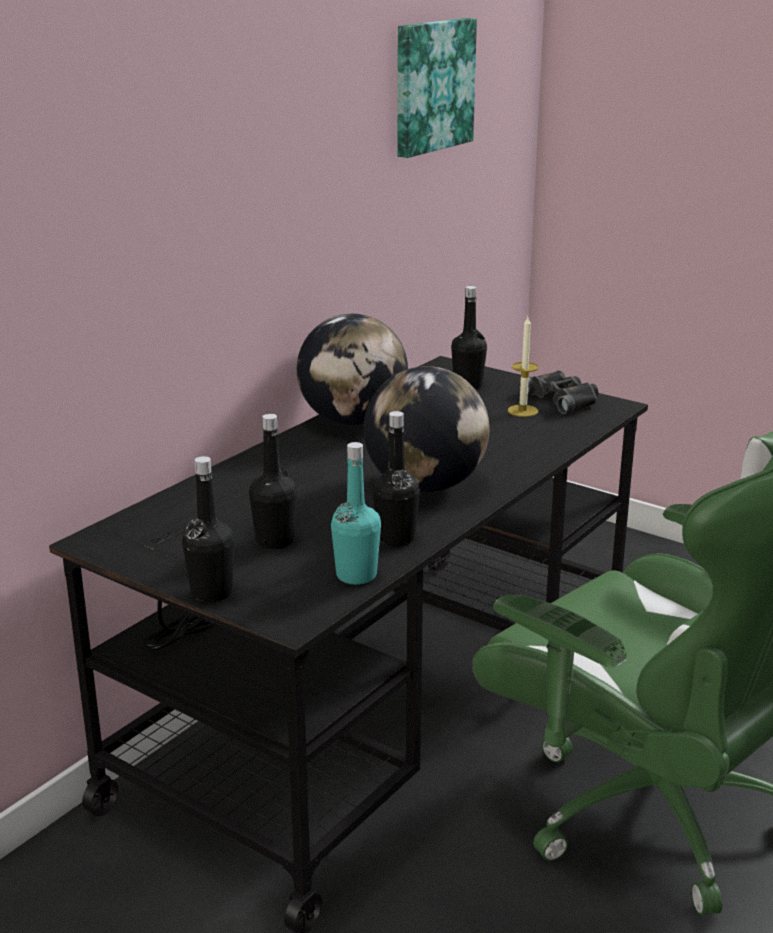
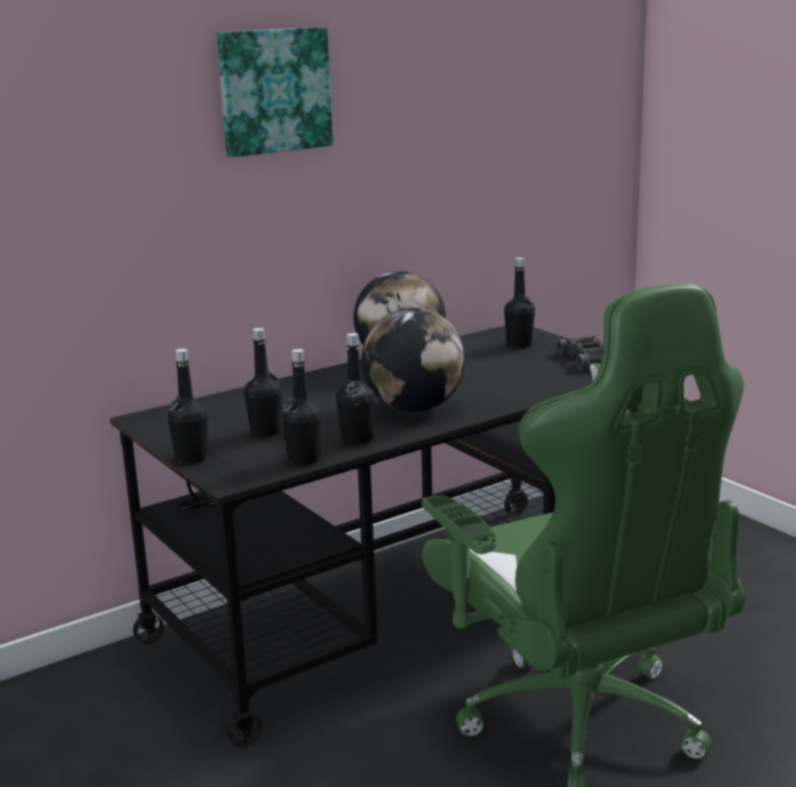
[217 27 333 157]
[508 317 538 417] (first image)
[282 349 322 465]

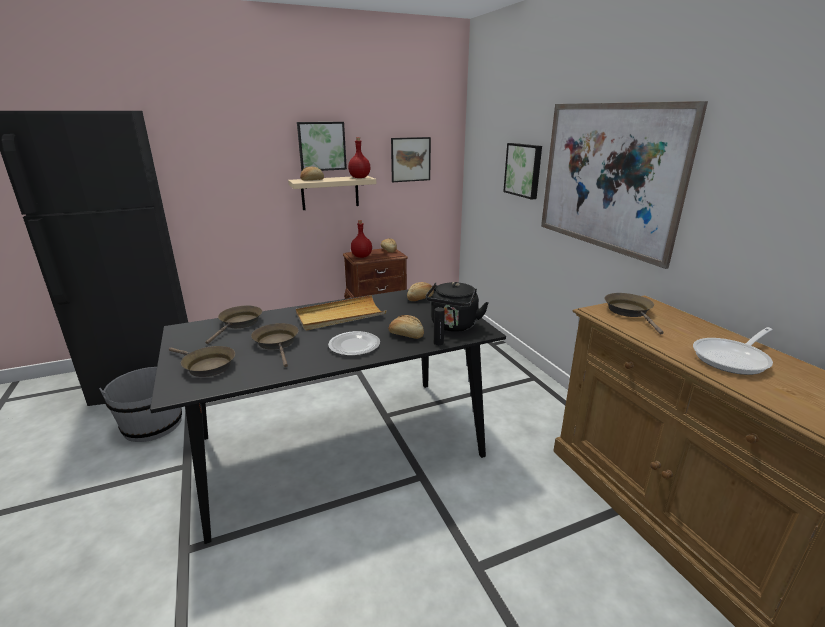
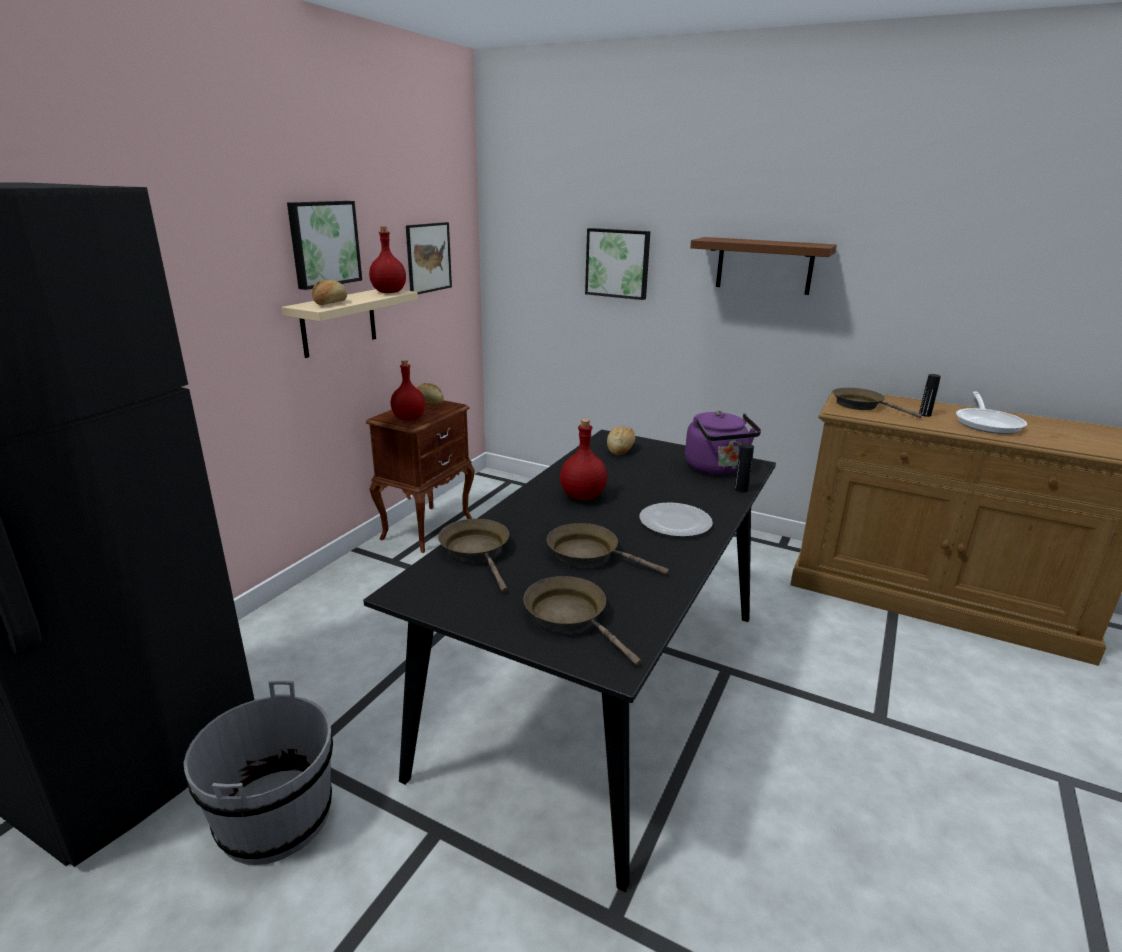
[690 237 837 295]
[685 411 761 475]
[560 419 607 501]
[389 315 424 339] (first image)
[523 576 641 666]
[919 374 941 417]

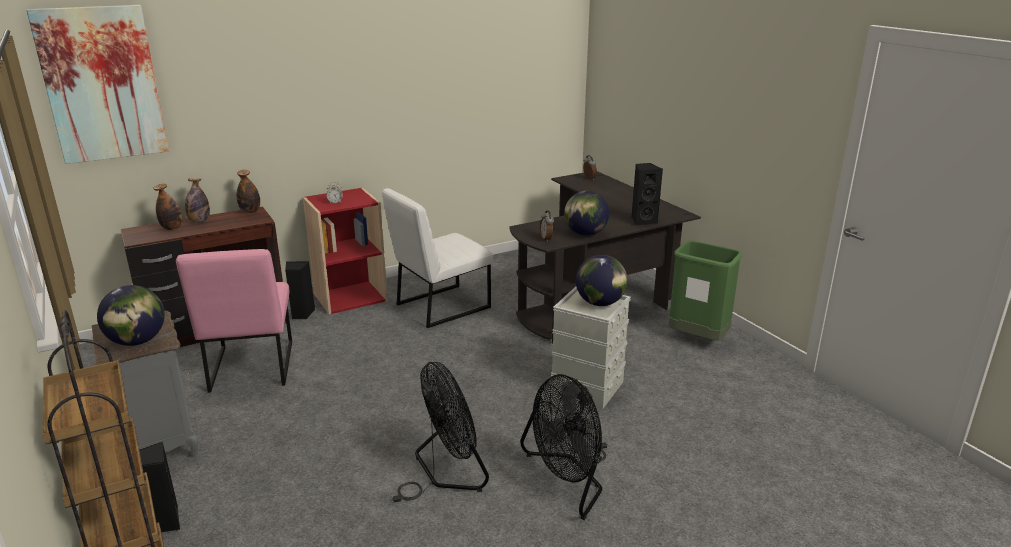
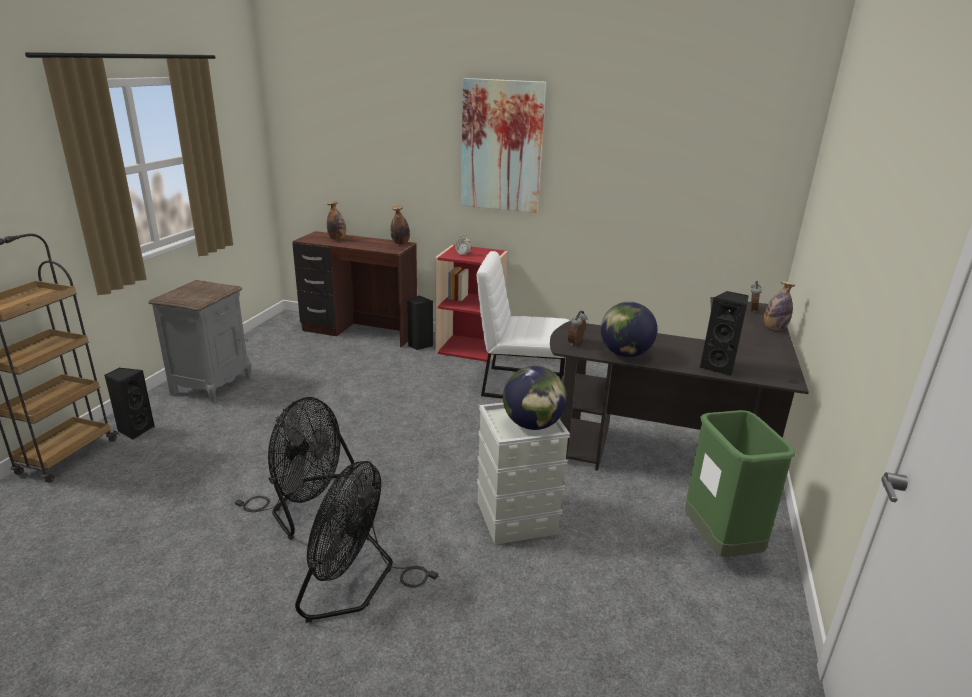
[461 78 546 213]
[764 281 795 330]
[176 249 292 393] (first image)
[97 285 165 346] (first image)

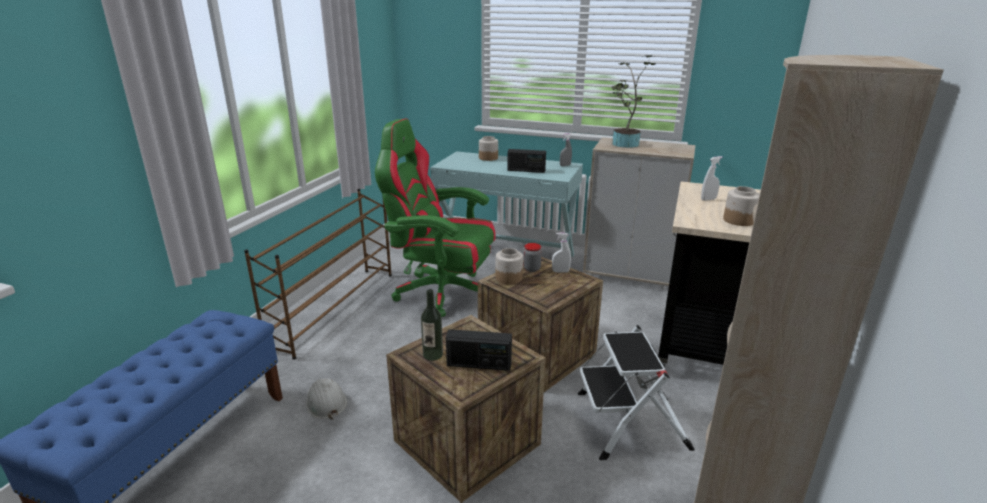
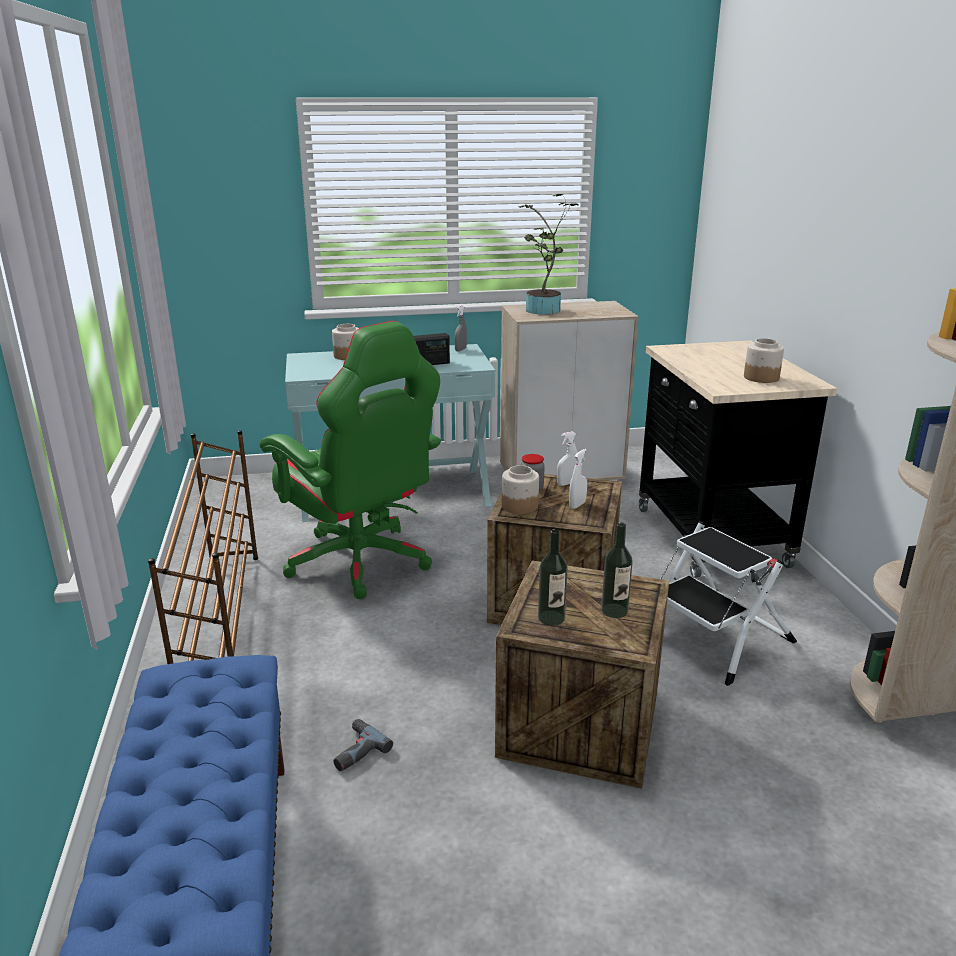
[259 321 441 599]
[569 449 587 509]
[601 523 633 618]
[334 719 393 771]

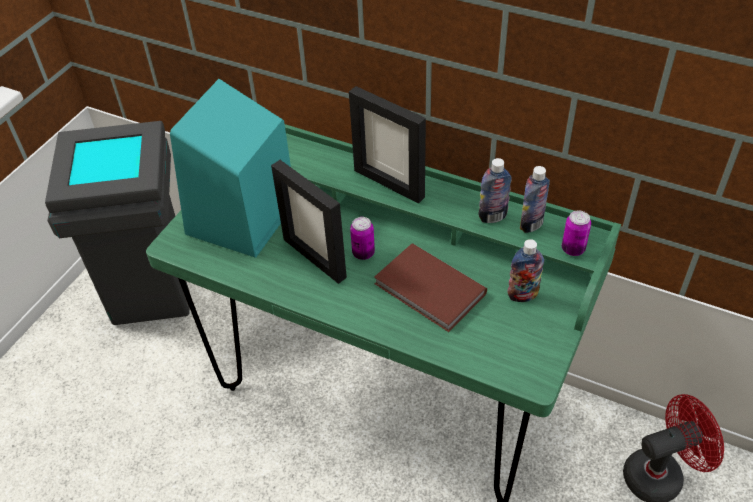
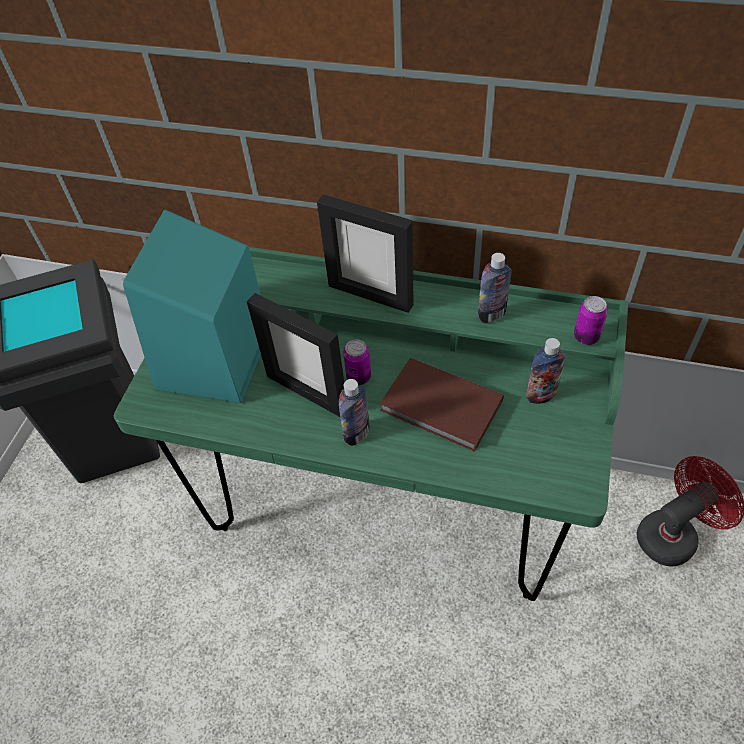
[339 379 370 446]

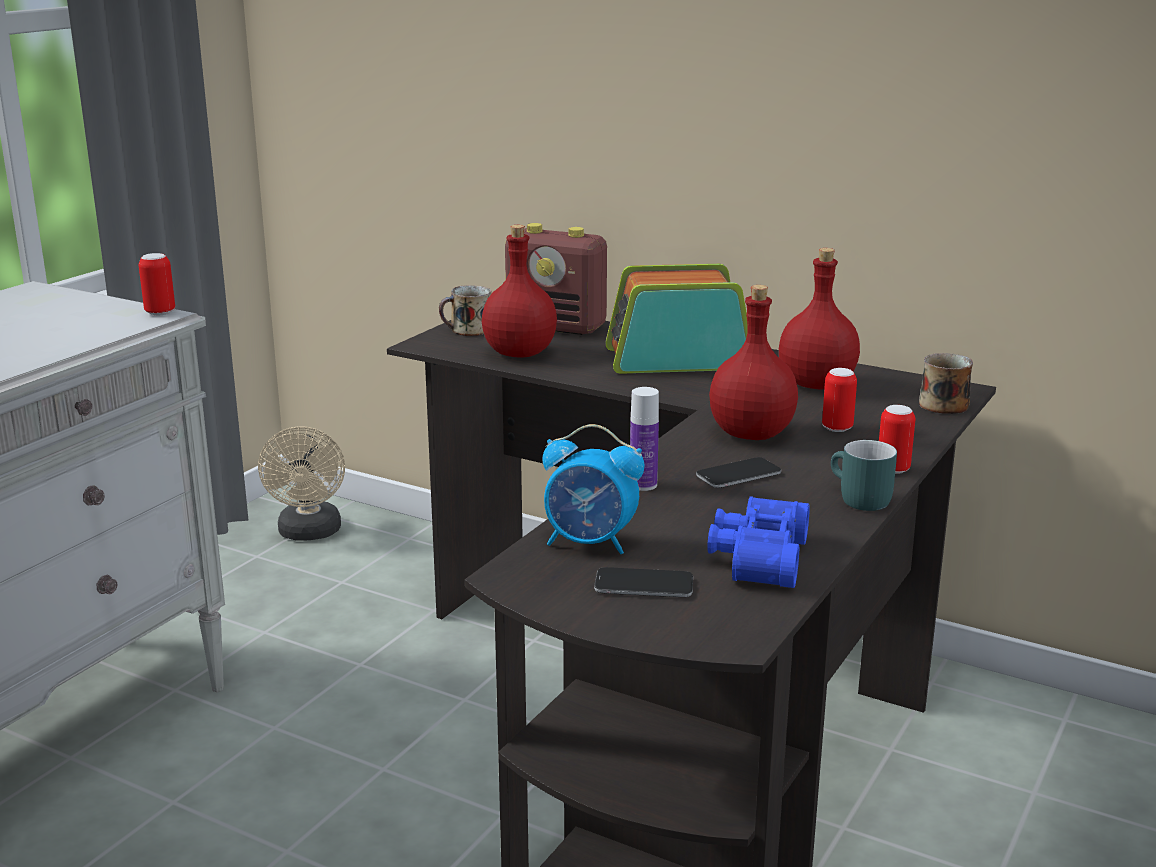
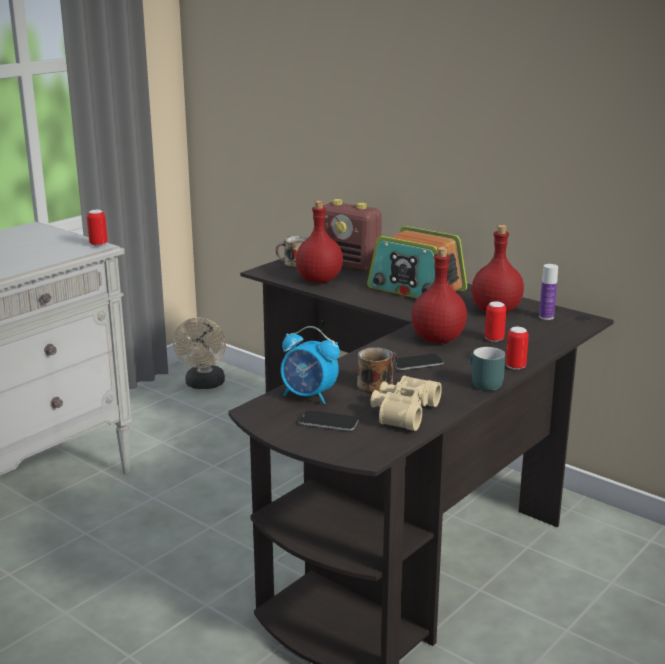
[367 226 467 298]
[357 347 397 393]
[539 264 558 320]
[370 376 442 431]

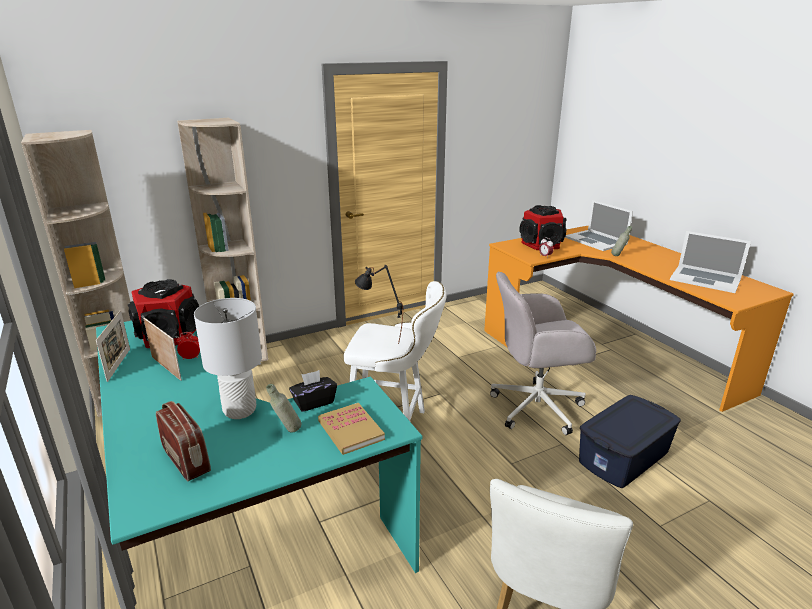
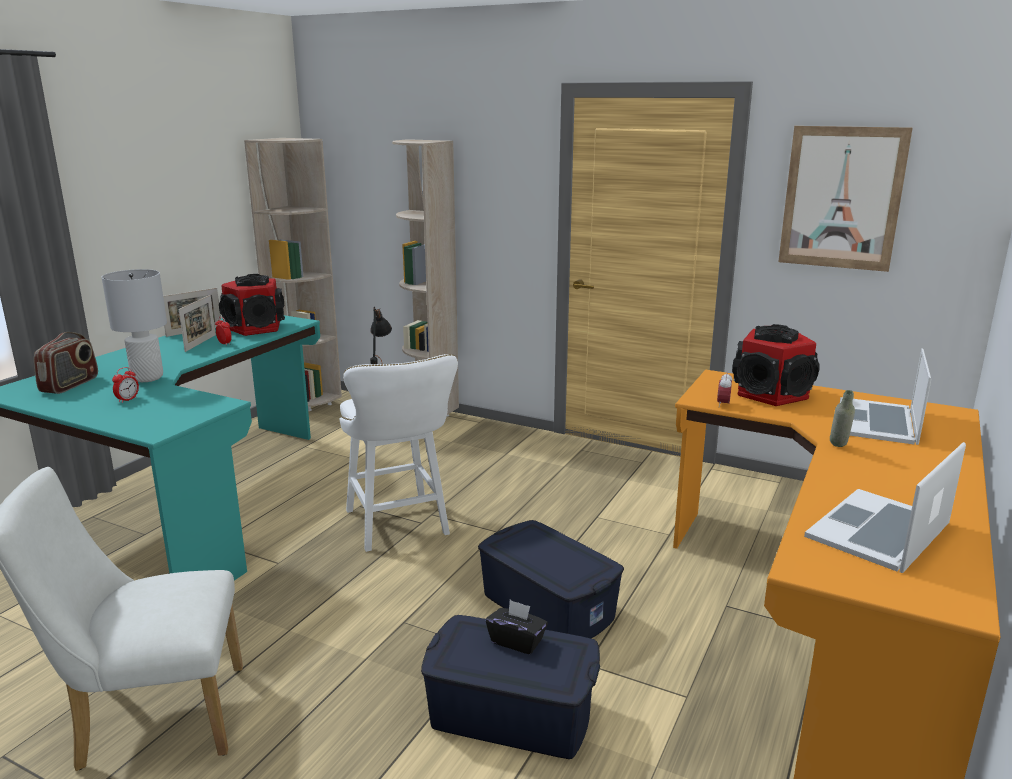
[804 442 966 573]
[478 520 624 638]
[486 600 548 654]
[112 367 139 403]
[318 403 385 455] (first image)
[778 126 913 272]

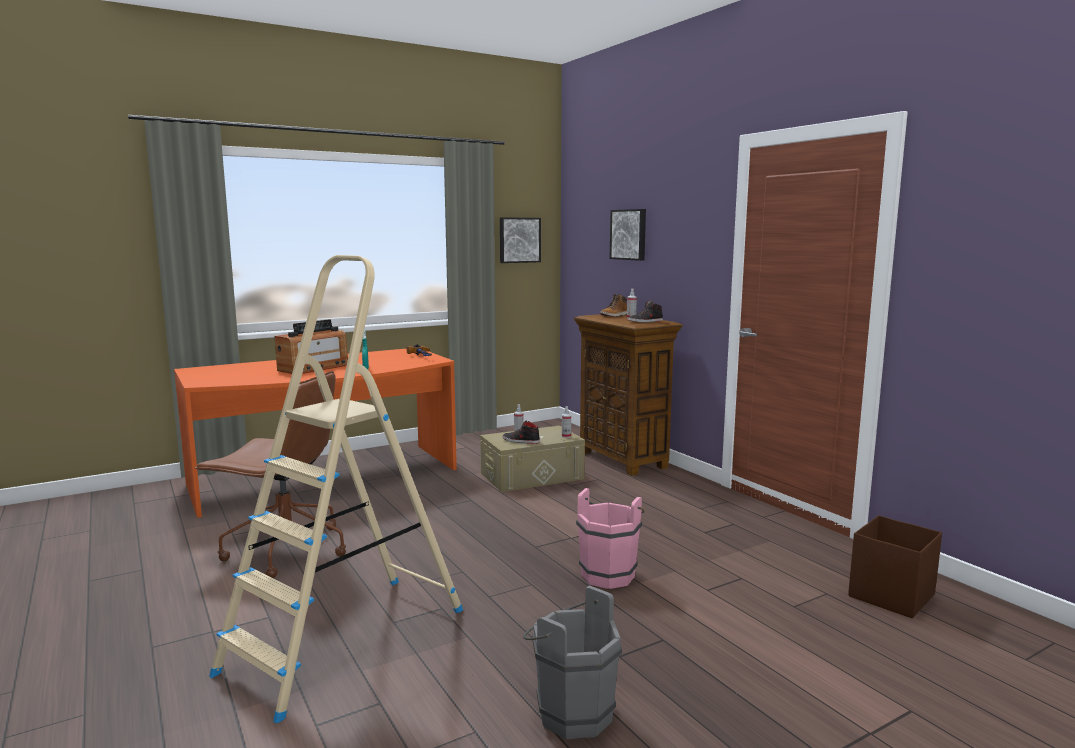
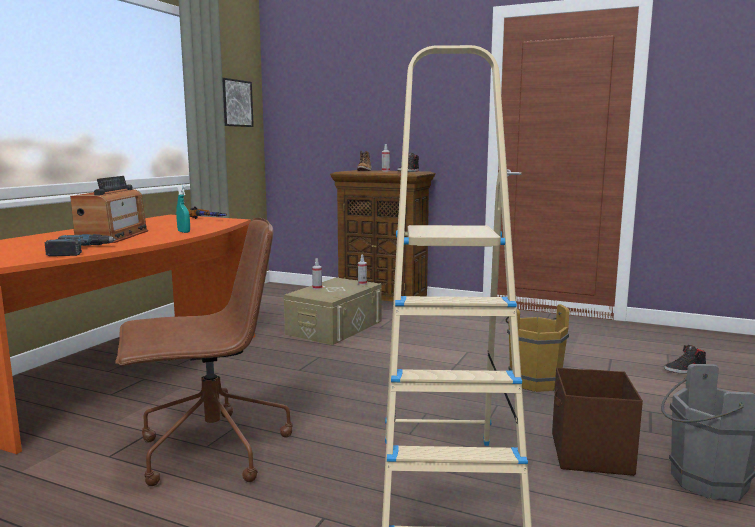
[610 209 646 261] (first image)
[664 345 706 374]
[506 304 569 392]
[552 367 643 476]
[45 234 116 256]

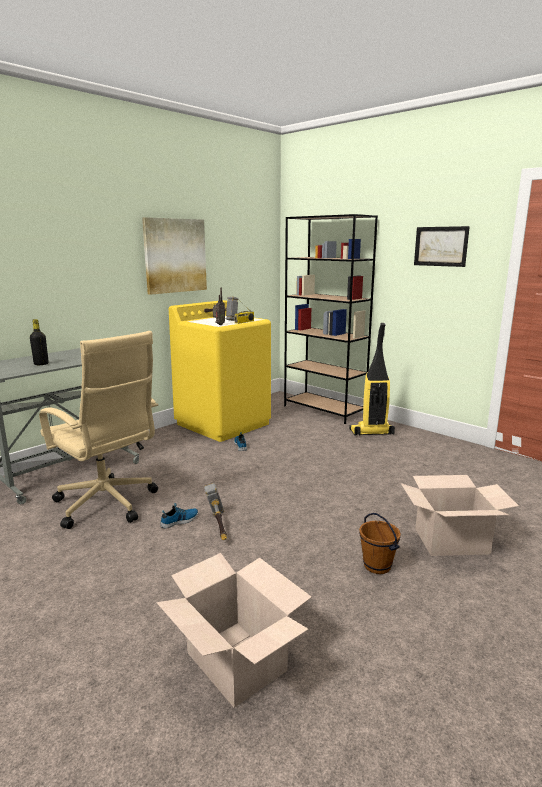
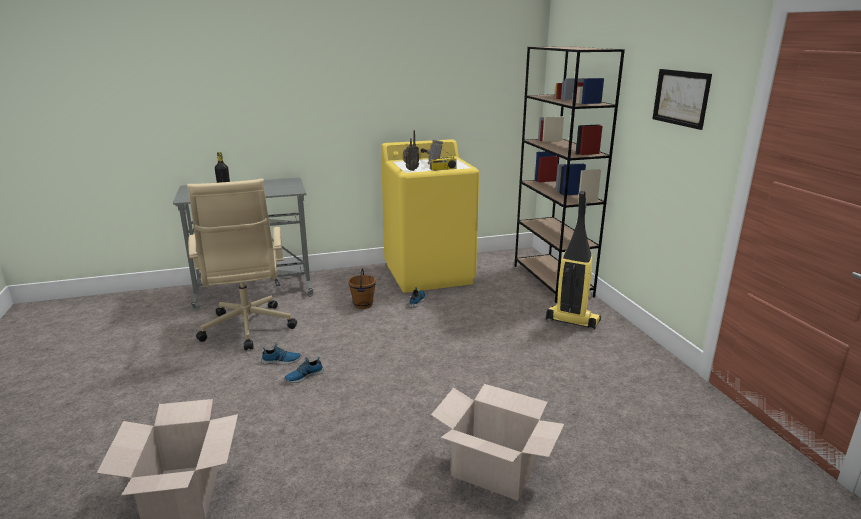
[142 217 207 295] (first image)
[284 357 324 383]
[348 268 376 309]

